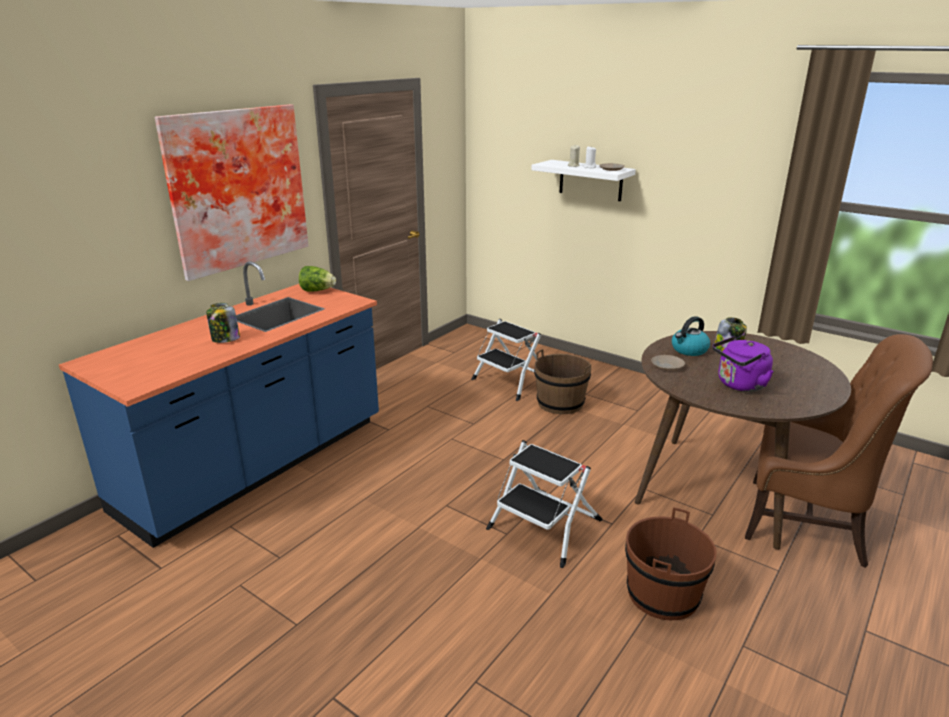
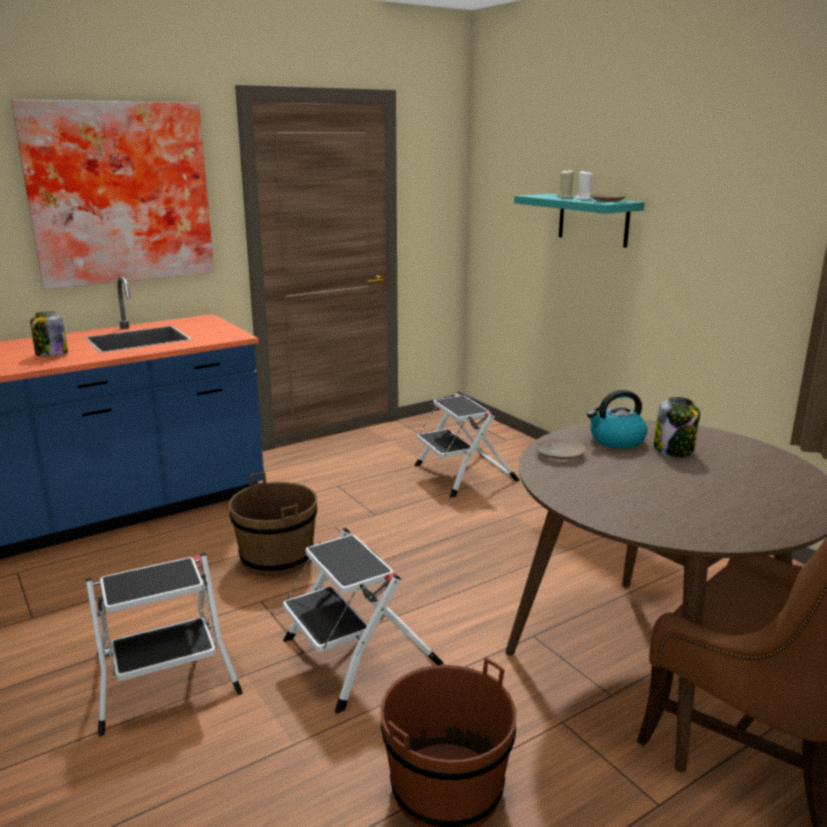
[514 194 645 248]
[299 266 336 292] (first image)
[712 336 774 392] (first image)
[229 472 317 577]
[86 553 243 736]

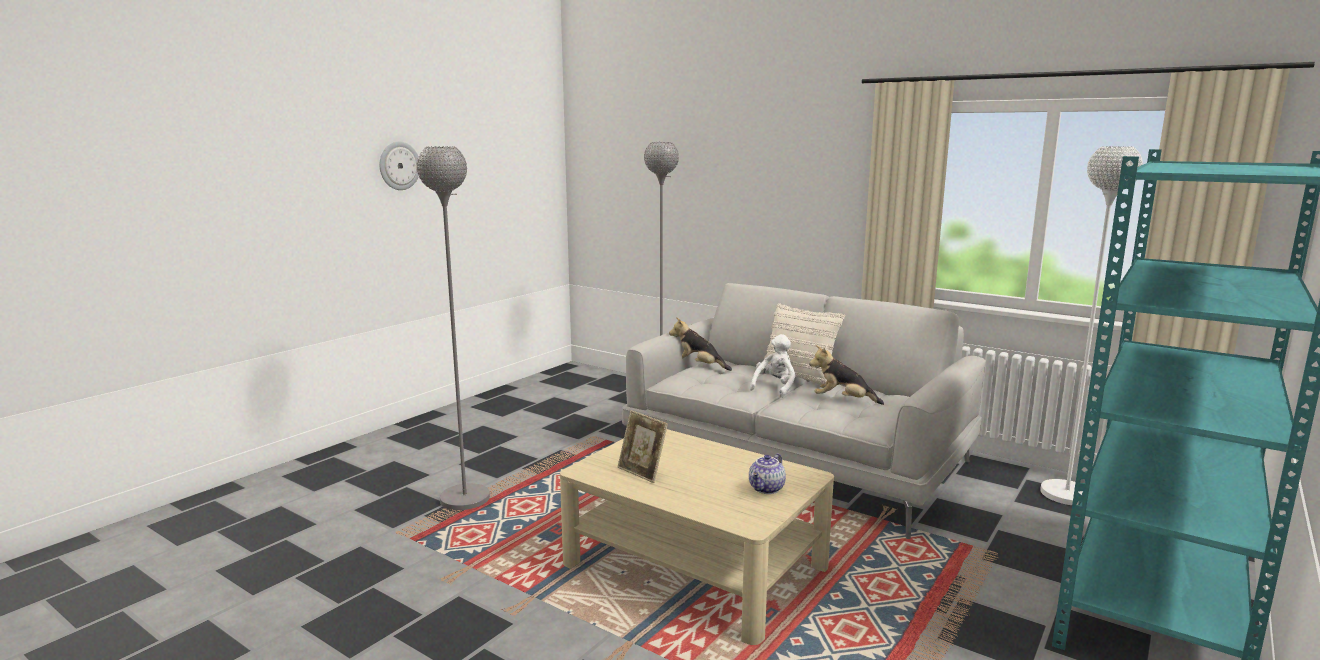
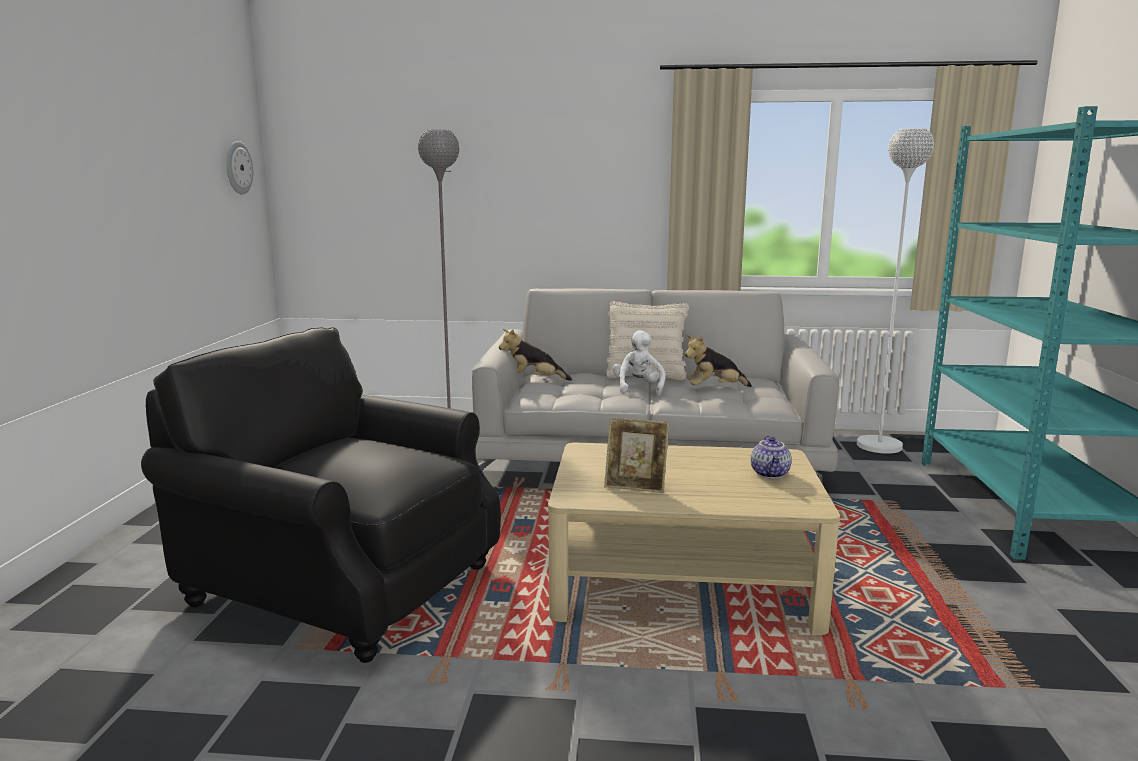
[226 141 253 195]
[141 327 501 663]

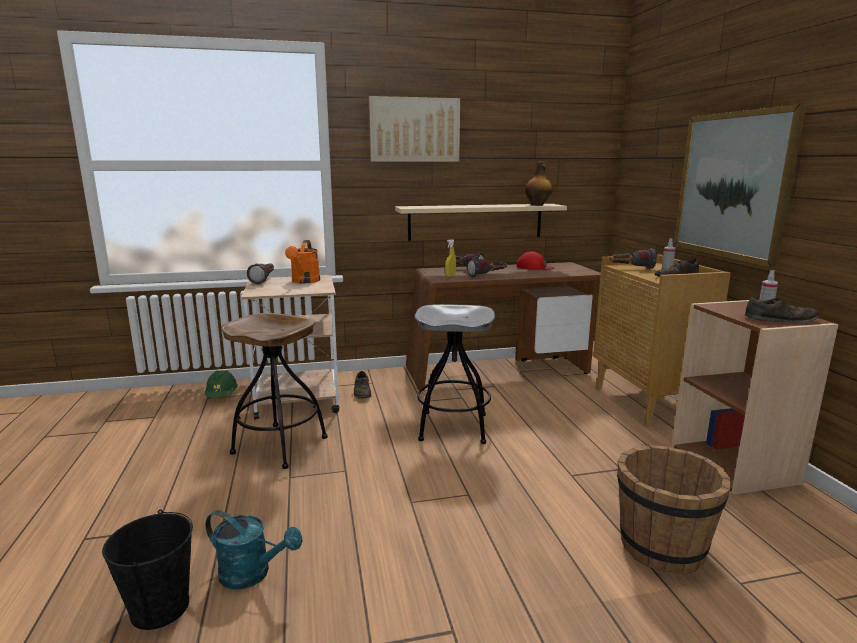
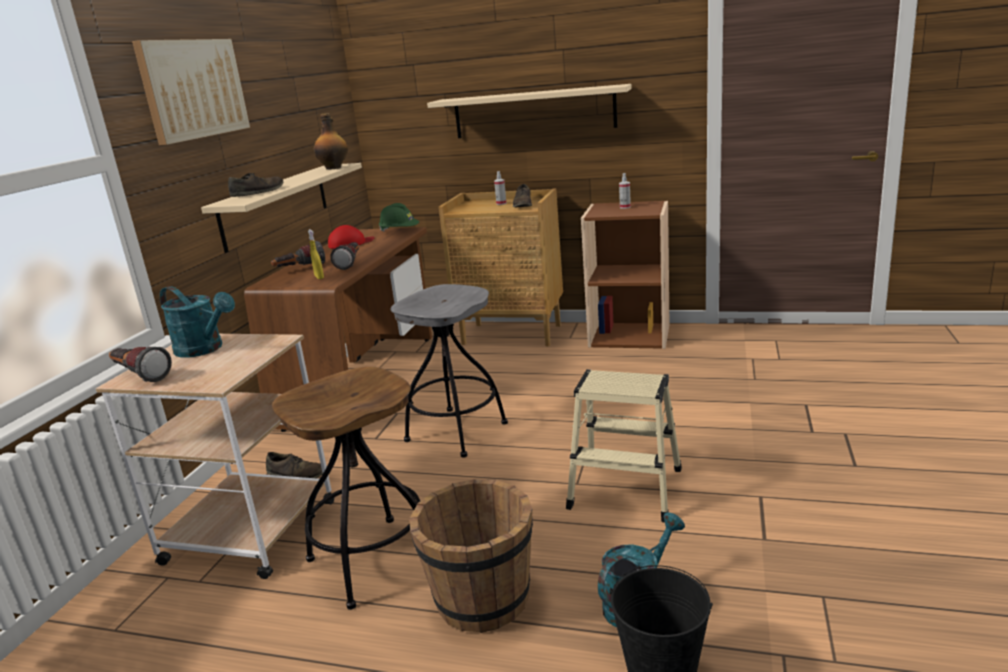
[427 84 632 138]
[160 286 235 358]
[609 248 657 269] (first image)
[228 173 283 197]
[379 203 419 232]
[409 479 533 633]
[566 369 682 523]

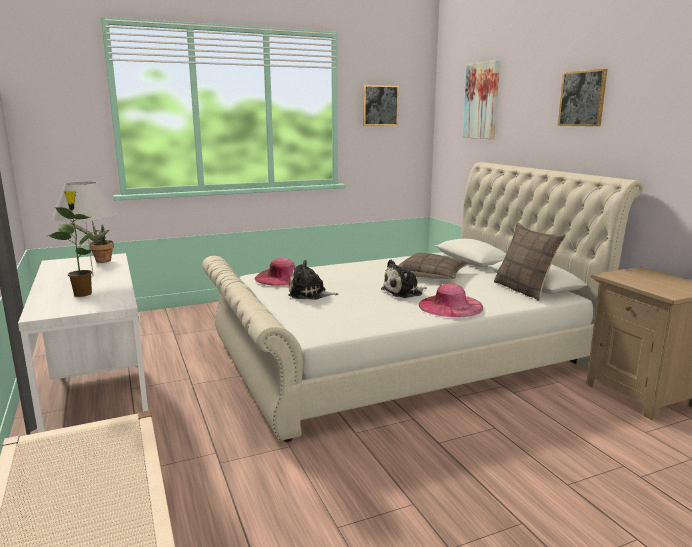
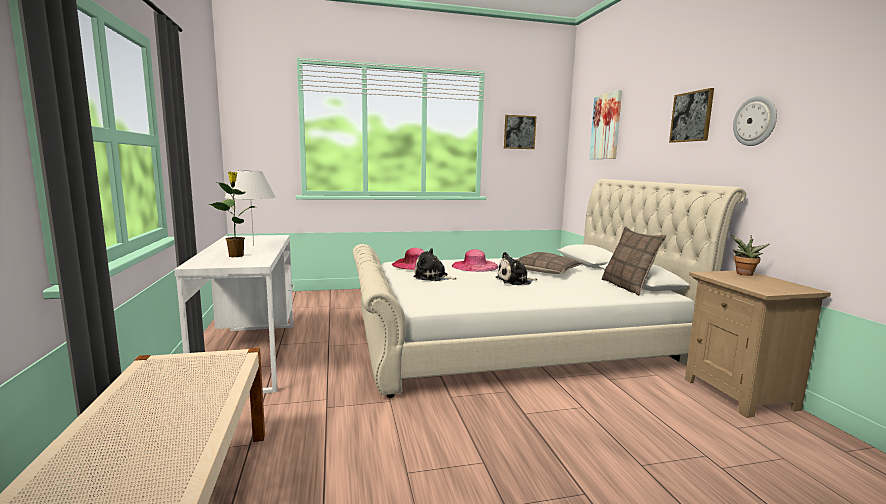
[731 235 770 276]
[452 249 499 272]
[733 96 777 146]

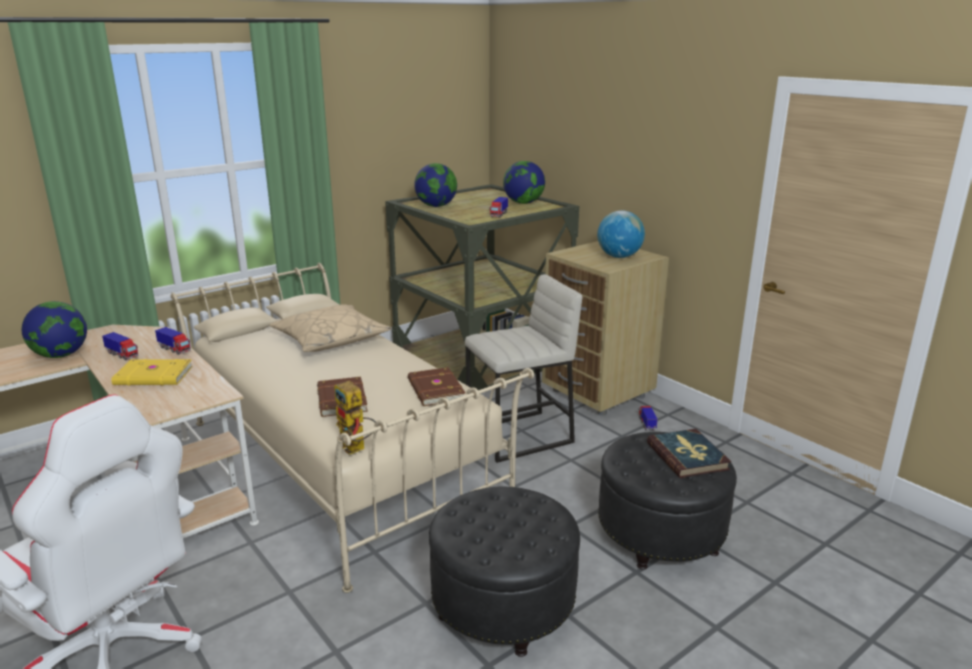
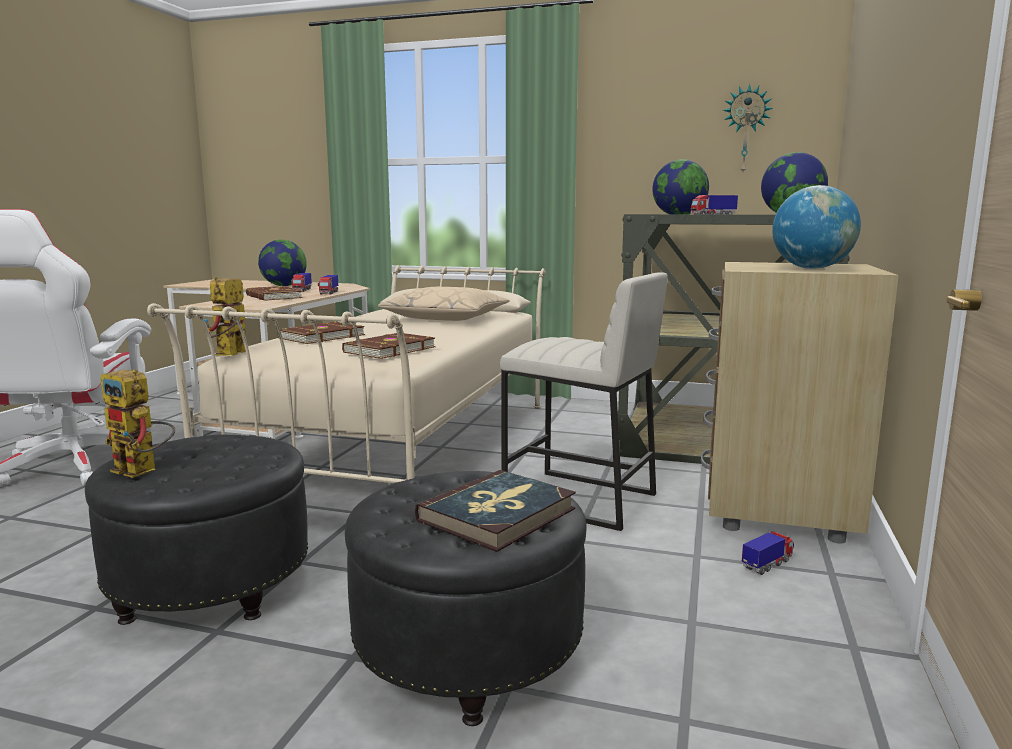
[246 286 303 301]
[723 84 773 173]
[100 369 175 478]

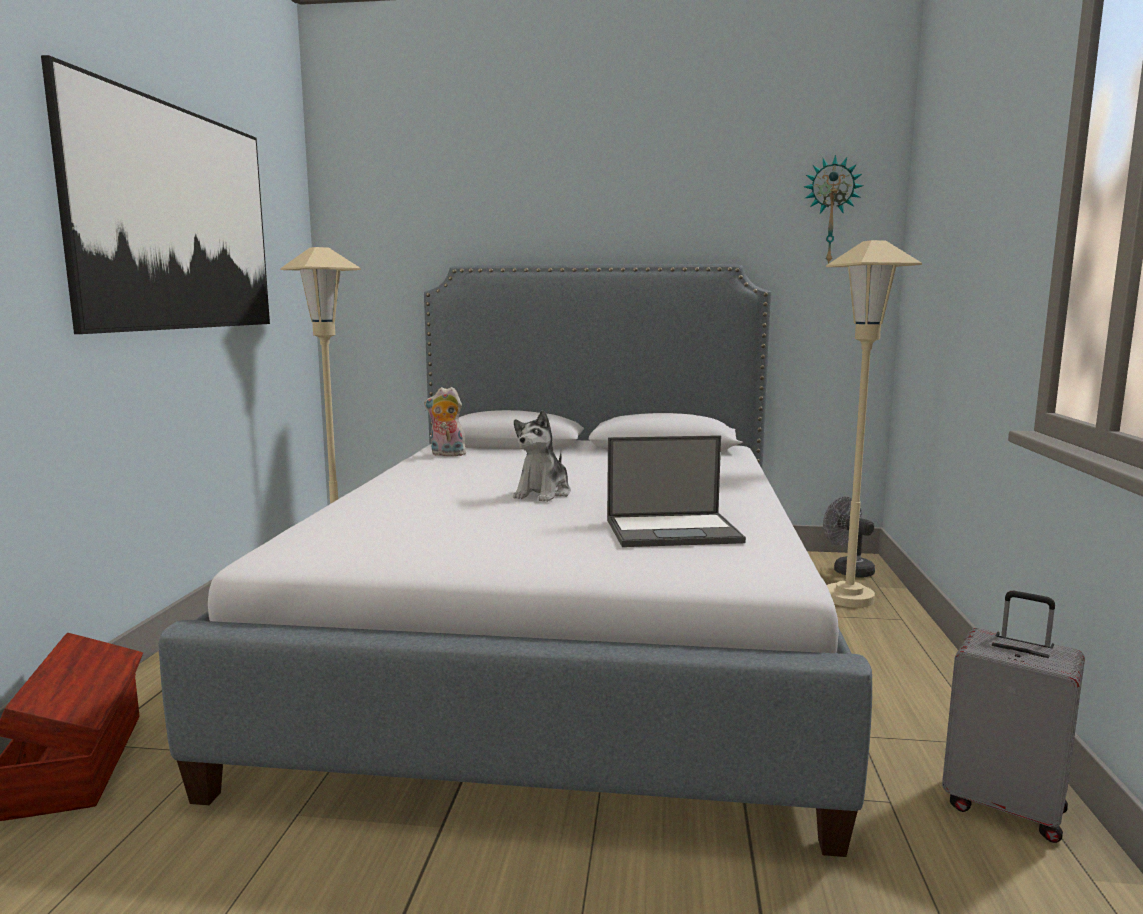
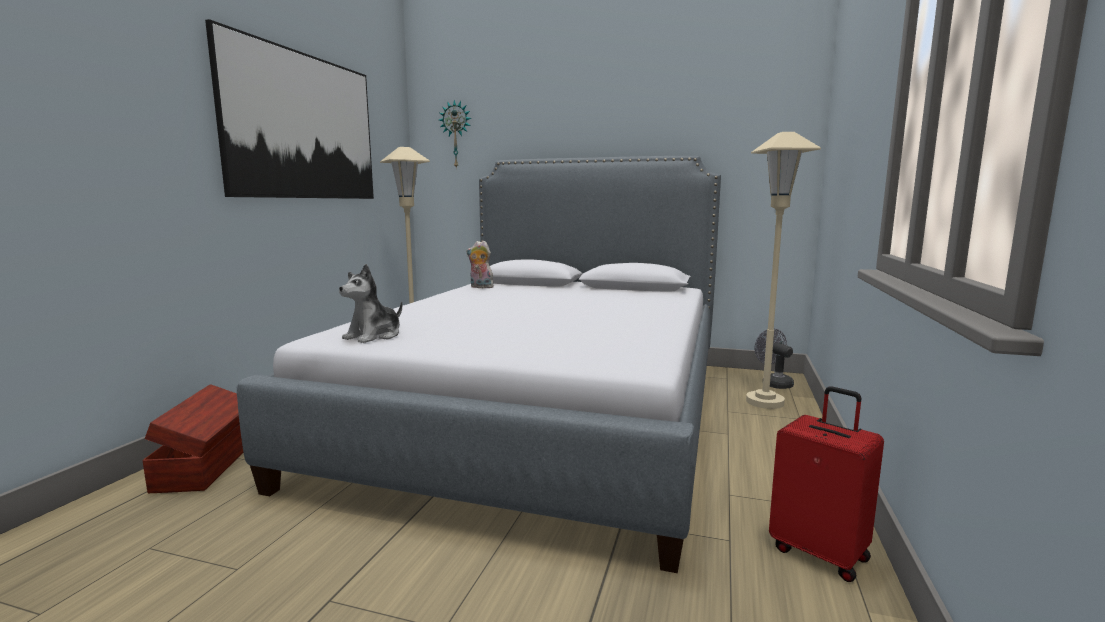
[439 100 472 169]
[339 264 402 343]
[607 435 746 547] (first image)
[769 386 884 582]

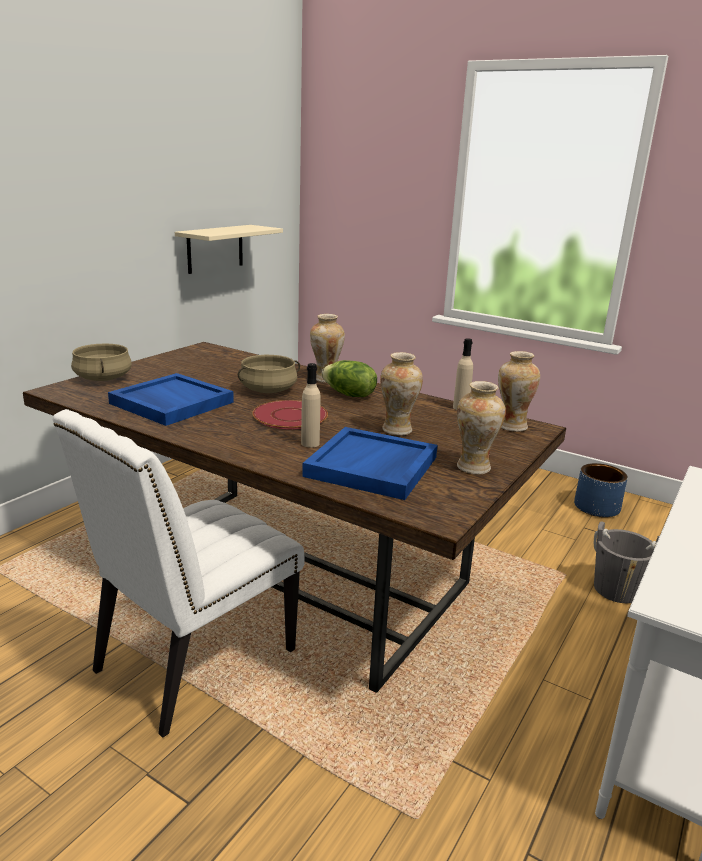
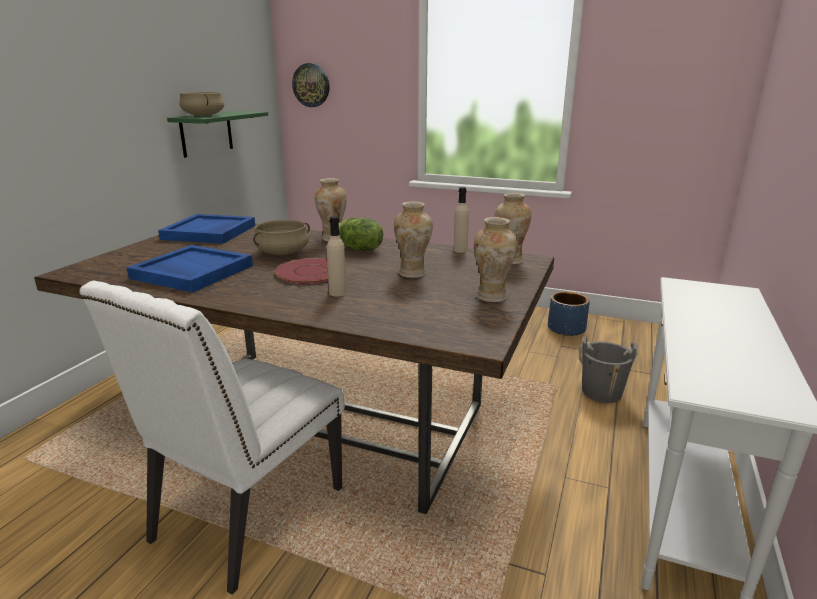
[167 111 268 158]
[179 92 224 116]
[158 214 255 244]
[292 63 329 107]

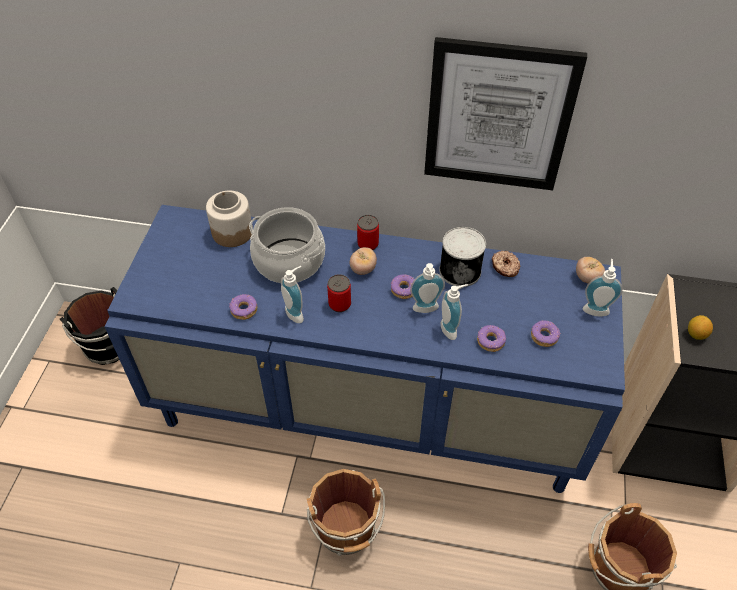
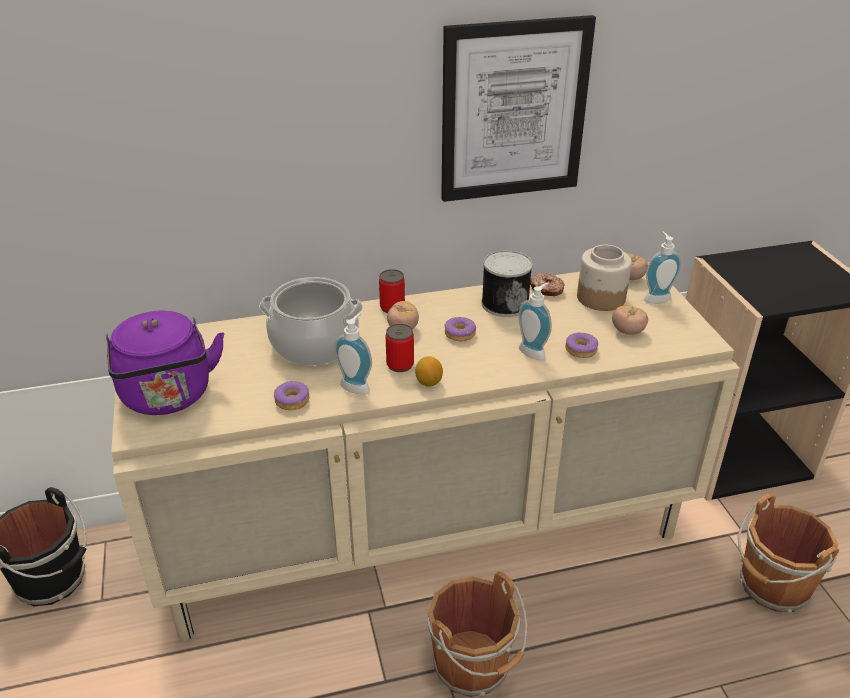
[577 245 632 311]
[111 262 740 641]
[410 263 445 313] (first image)
[415 356 443 387]
[612 306 648 335]
[106 311 224 415]

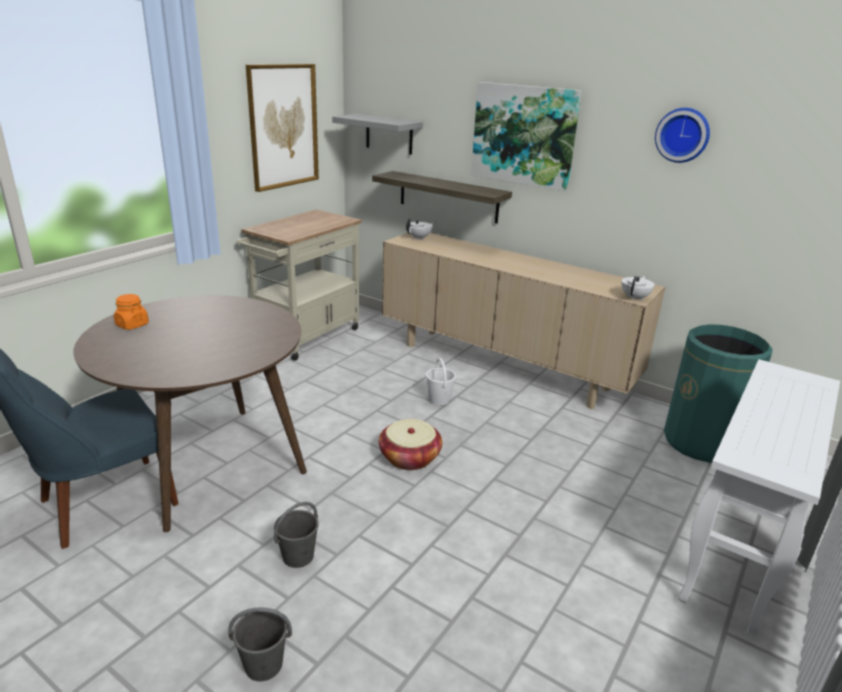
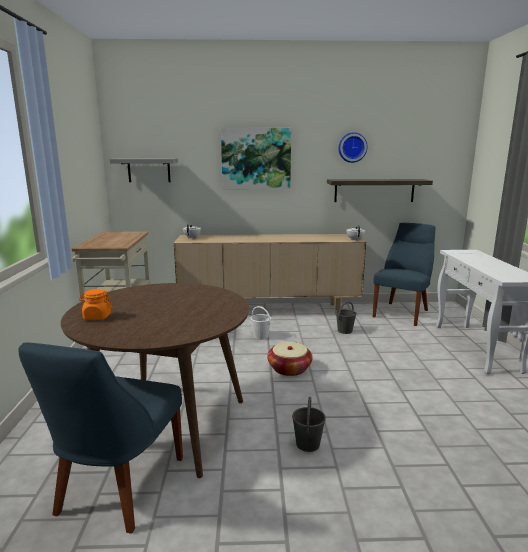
[246 64 319 192] (first image)
[327 179 433 202]
[372 223 436 326]
[336 301 356 334]

